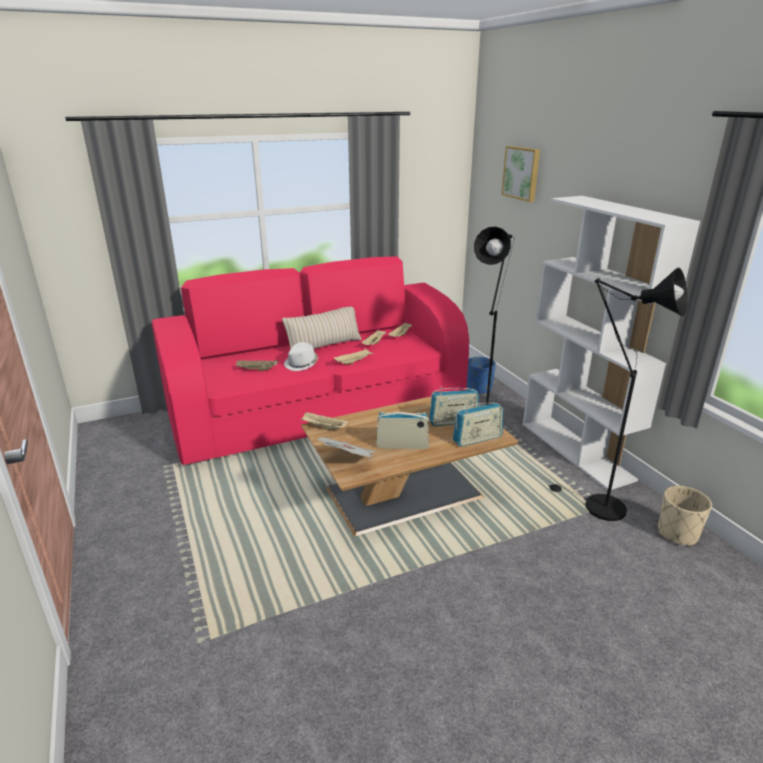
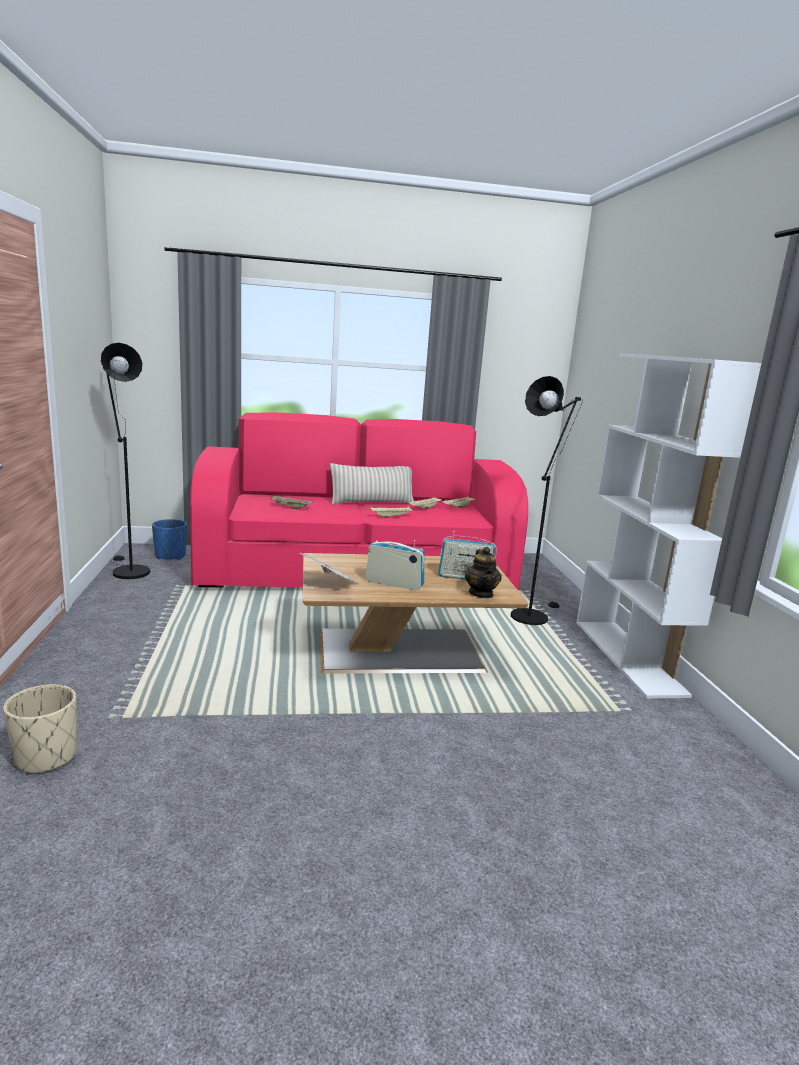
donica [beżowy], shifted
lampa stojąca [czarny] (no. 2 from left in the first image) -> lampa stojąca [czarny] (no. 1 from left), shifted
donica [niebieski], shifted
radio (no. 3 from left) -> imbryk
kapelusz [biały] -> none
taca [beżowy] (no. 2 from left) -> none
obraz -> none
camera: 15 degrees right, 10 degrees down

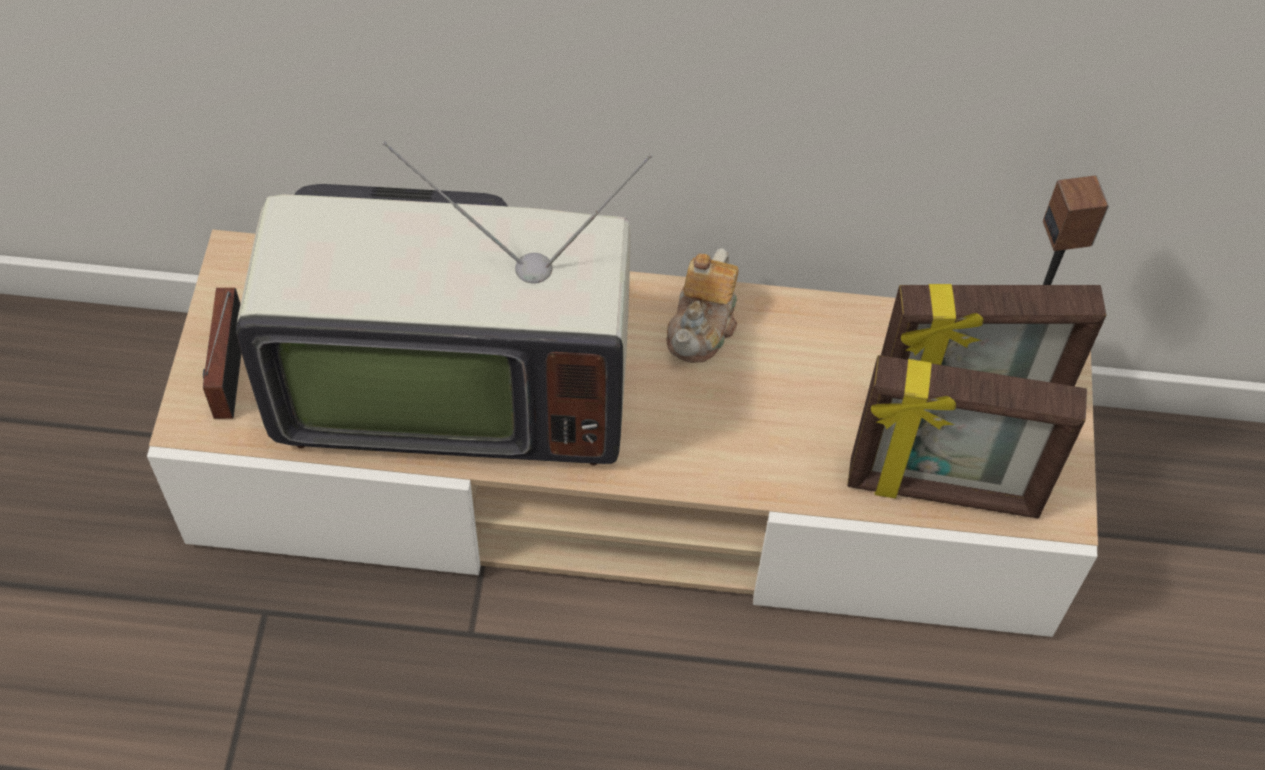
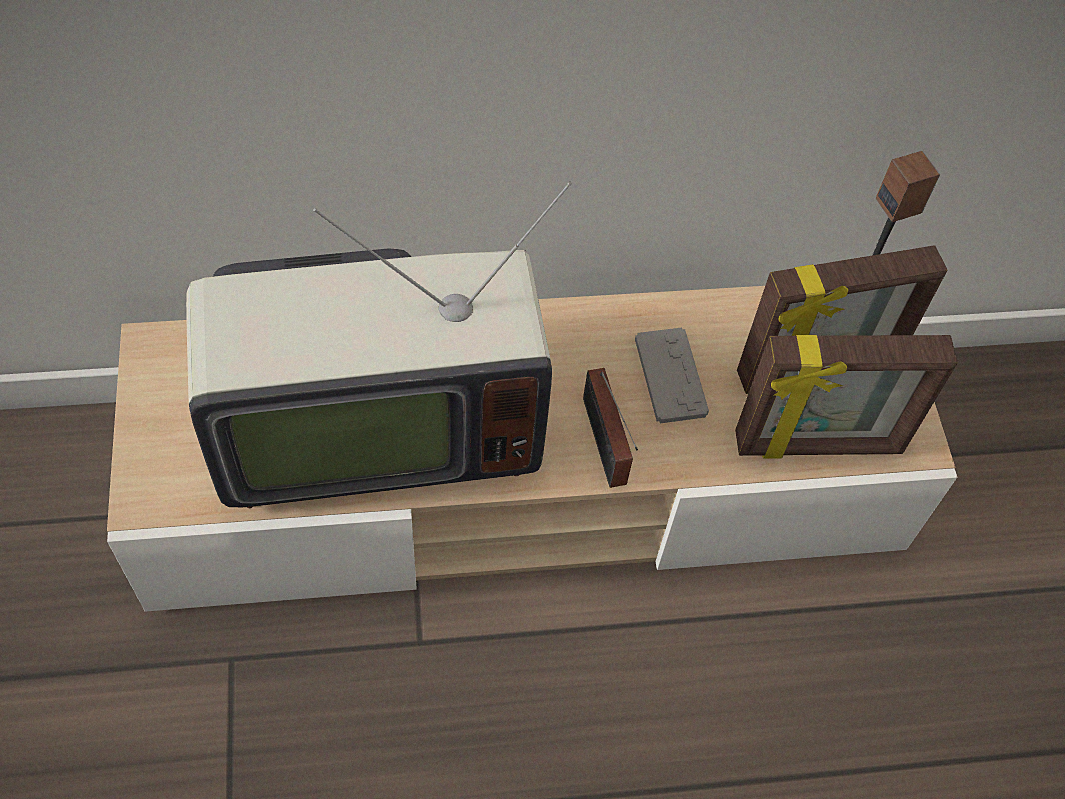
radio, shifted
none -> pad do gier [szary]
imbryk -> none
camera: 15 degrees left, 0 degrees up

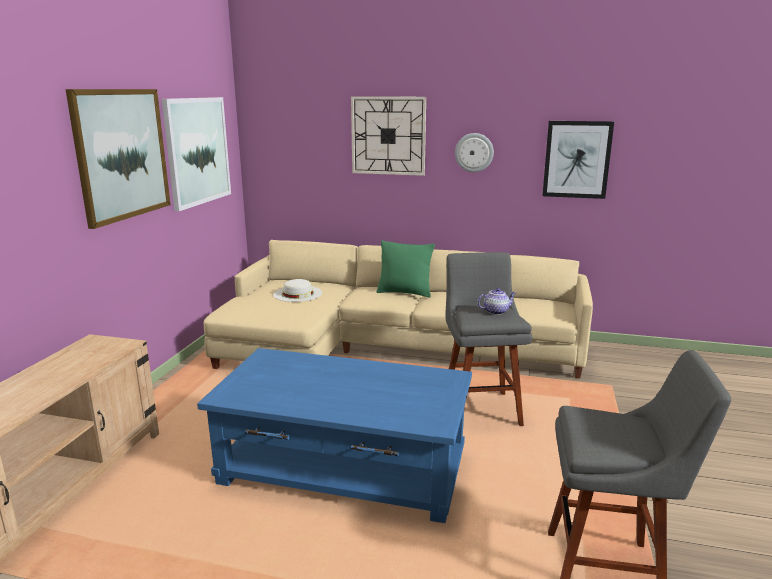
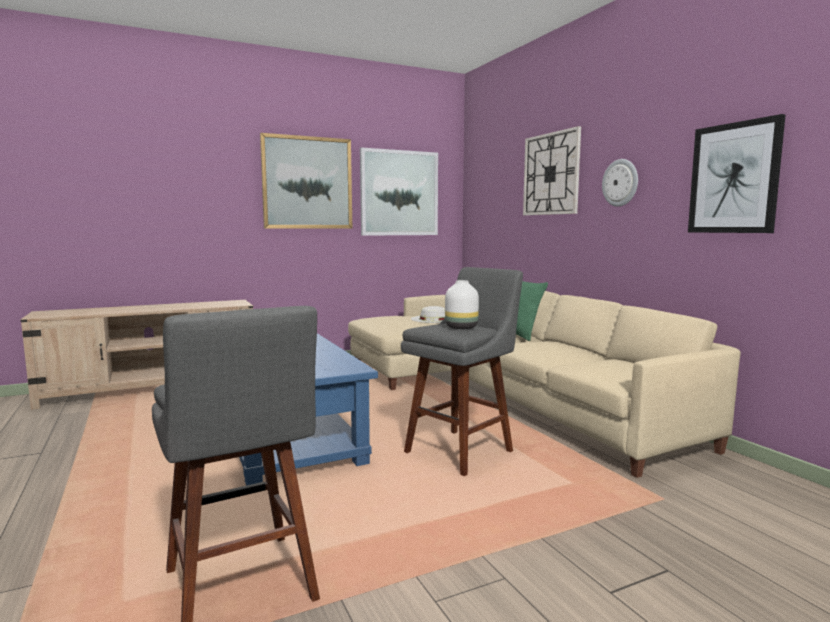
imbryk -> wazon [biały]
camera: 50 degrees right, 10 degrees down

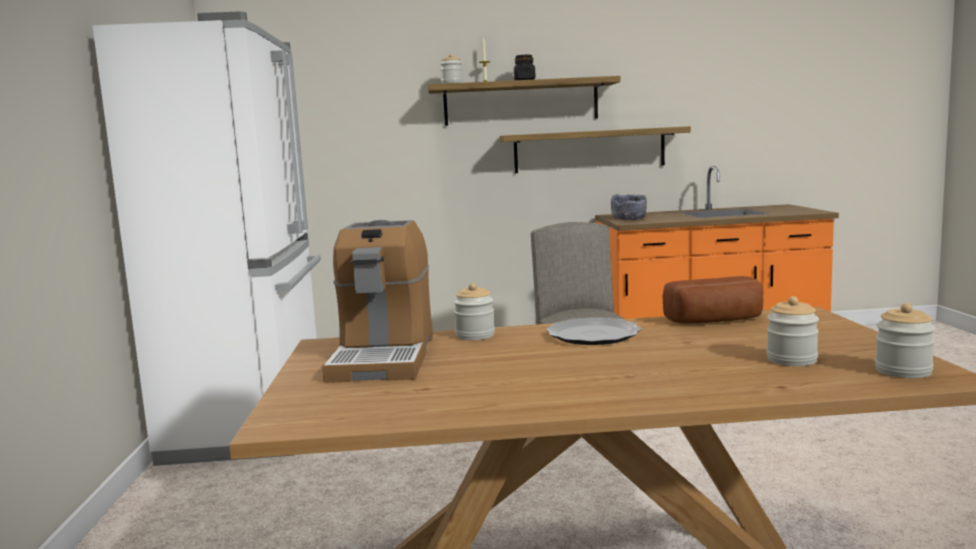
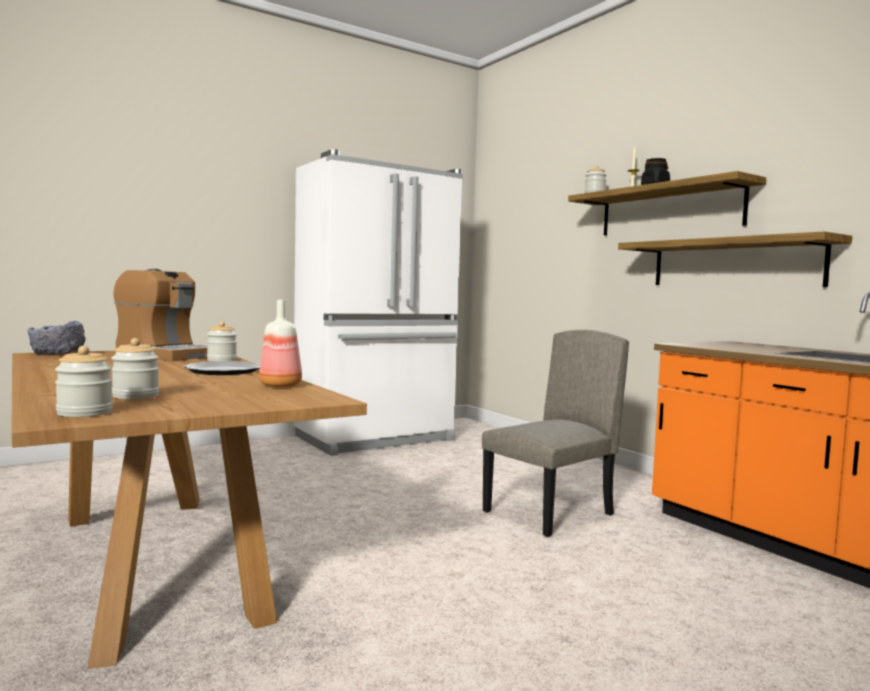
miska [szary], shifted
ekspres do kawy, 120 degrees counterclockwise
chleb -> butelka
camera: 60 degrees right, 5 degrees down

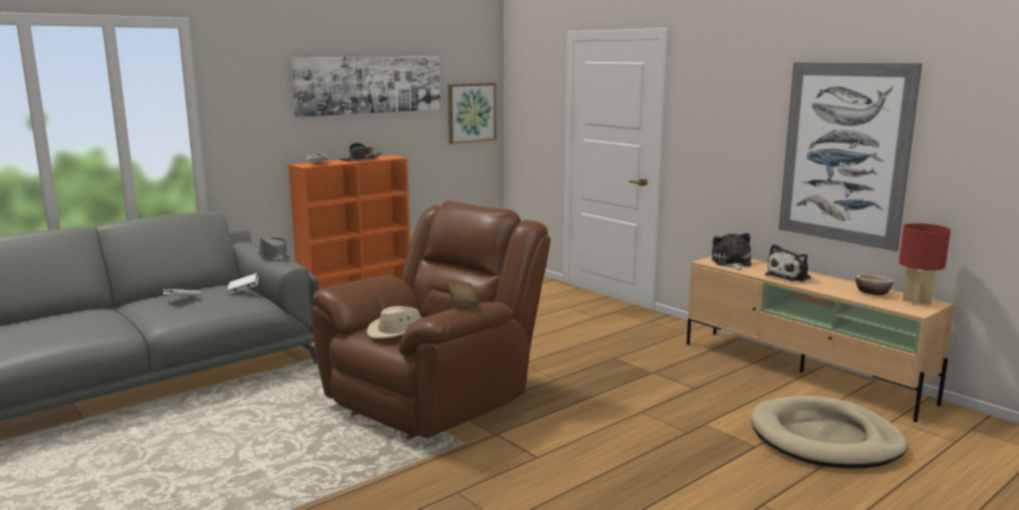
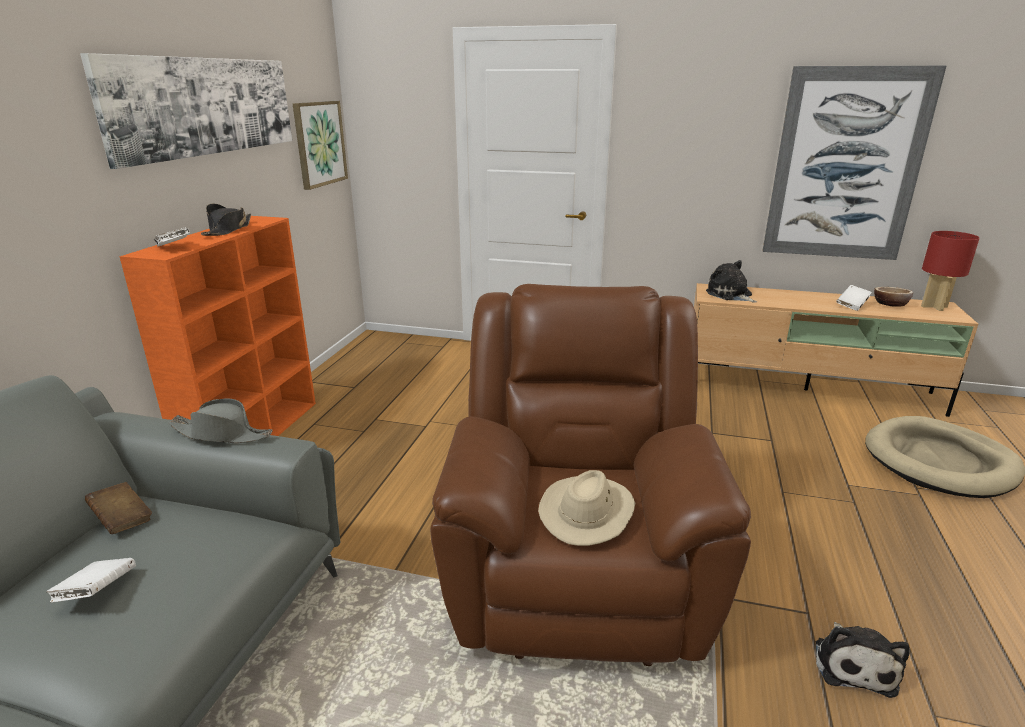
książka [brązowy], shifted
pluszak (no. 2 from left), shifted
książka [biały] (no. 2 from left in the first image) -> książka [biały] (no. 3 from left), shifted
camera: 35 degrees left, 10 degrees up

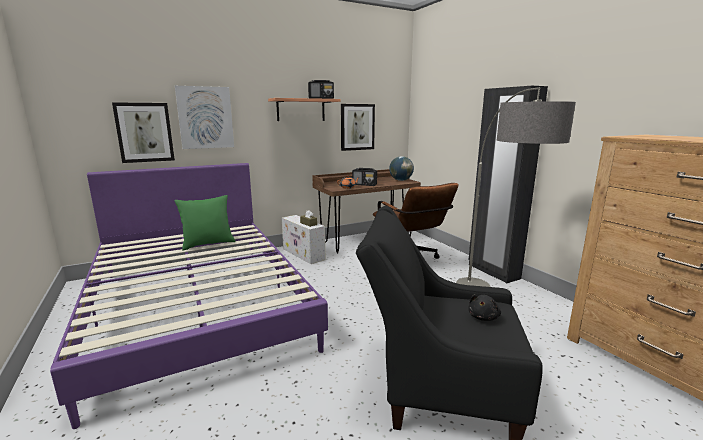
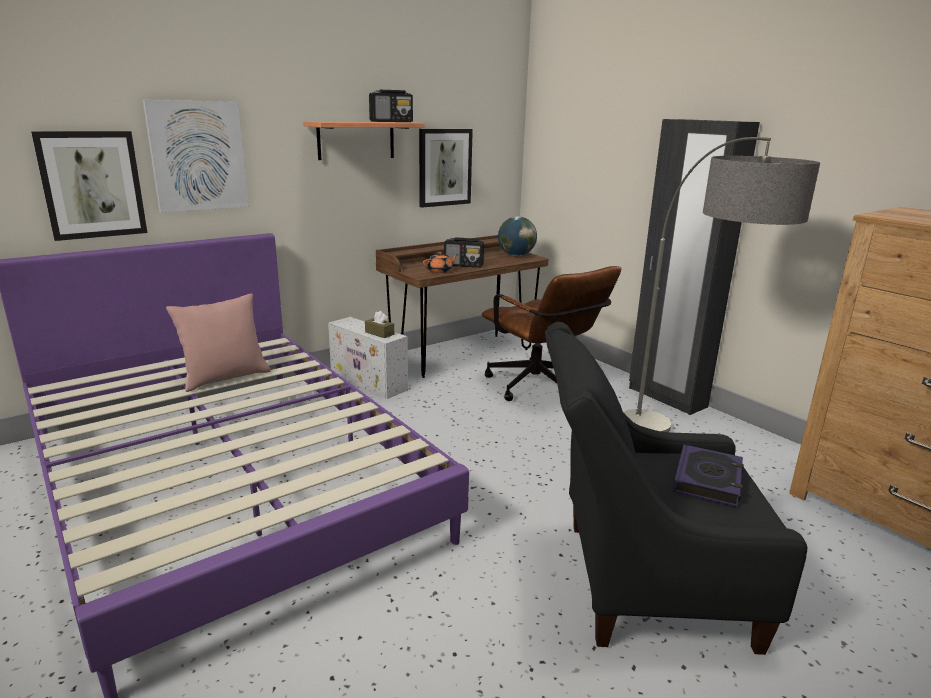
poduszka [zielony] -> poduszka [różowy]
pluszak [czarny] -> książka
camera: 10 degrees left, 5 degrees up

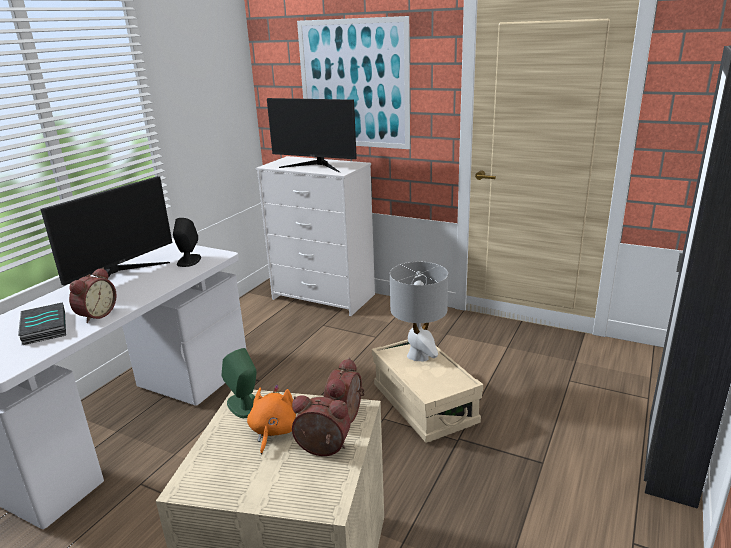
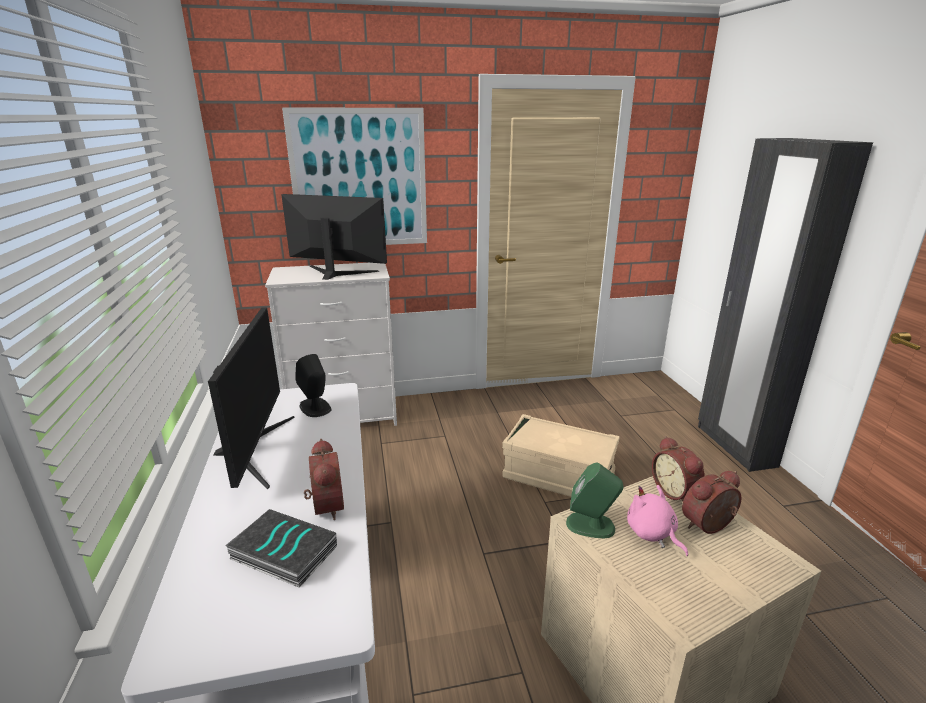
monitor (no. 2 from left), 150 degrees counterclockwise
pluszak [pomarańczowy] -> pluszak [różowy]
lampa stołowa [szary] -> none
camera: 40 degrees left, 0 degrees up

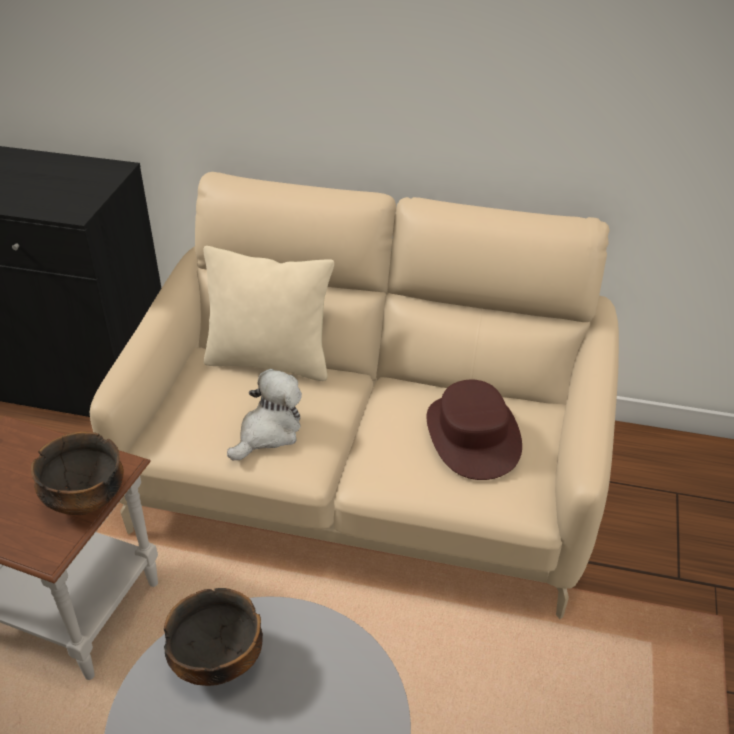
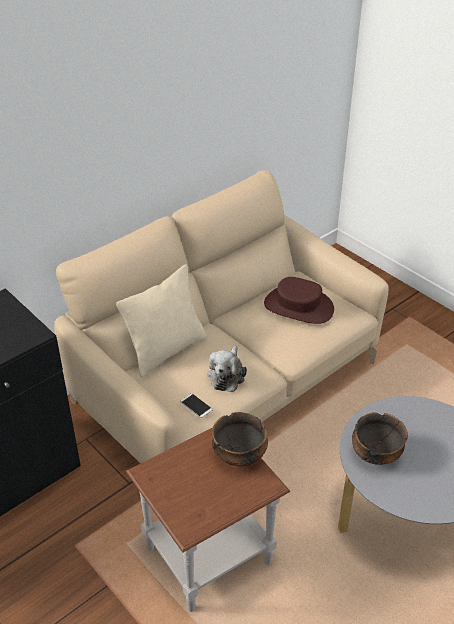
none -> telefon
pluszak, 150 degrees counterclockwise
camera: 55 degrees left, 0 degrees up

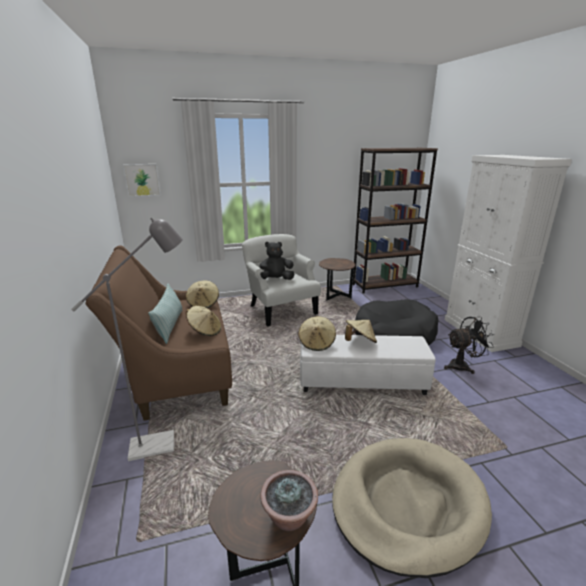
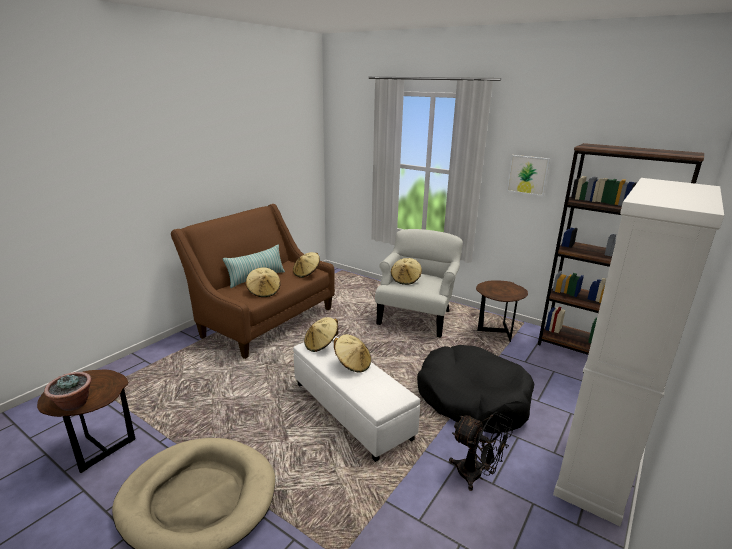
pluszak [czarny] -> kapelusz [beżowy] (no. 5 from left)
obraz, shifted
lampa stojąca [szary] -> none
camera: 50 degrees right, 0 degrees up

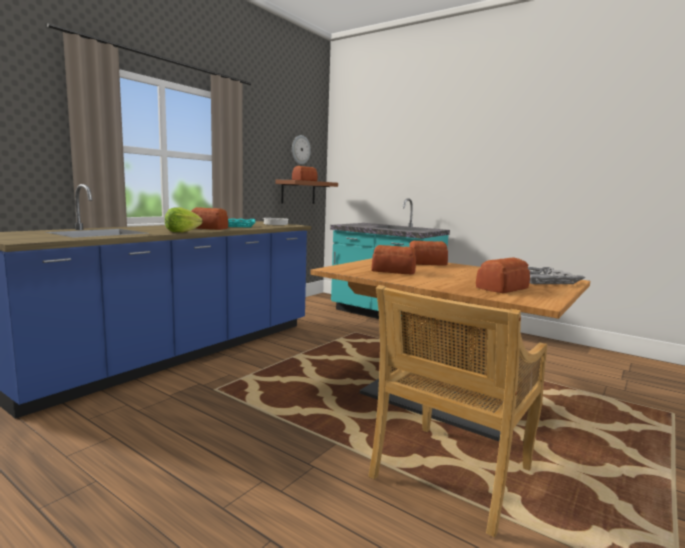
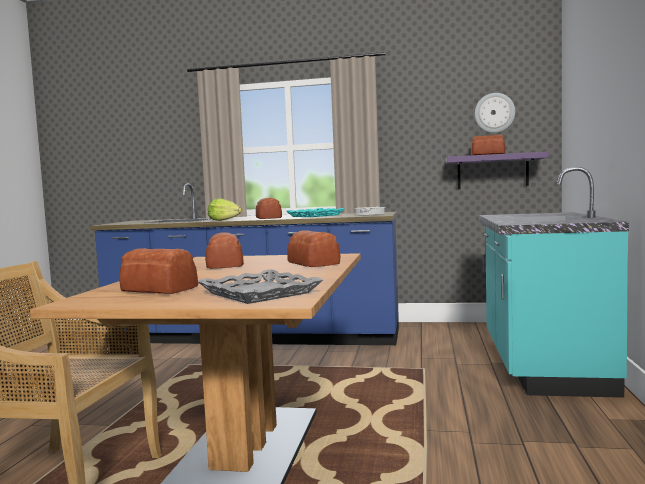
półka [brązowy] -> półka [fioletowy]
camera: 65 degrees right, 5 degrees down

